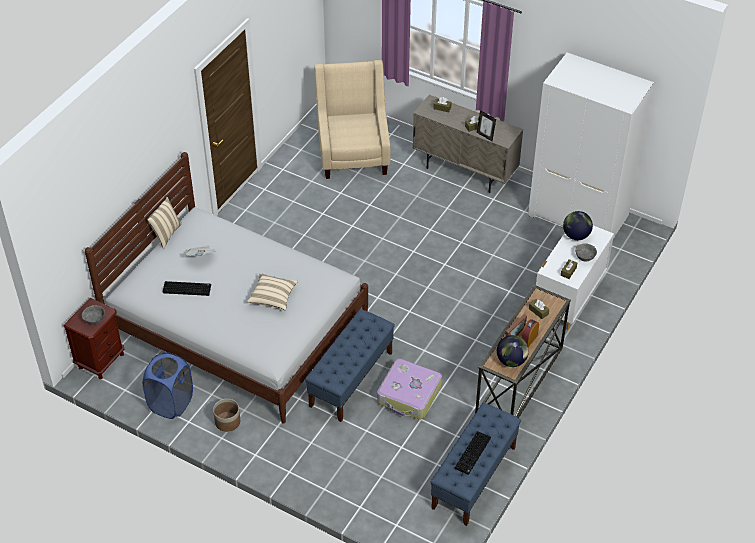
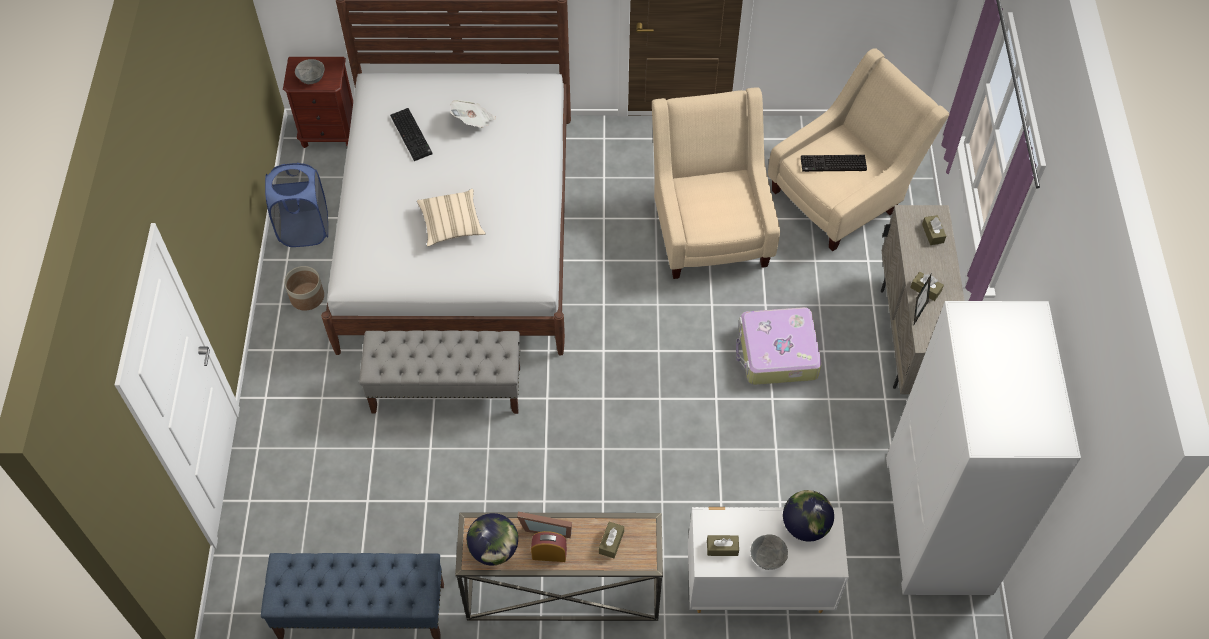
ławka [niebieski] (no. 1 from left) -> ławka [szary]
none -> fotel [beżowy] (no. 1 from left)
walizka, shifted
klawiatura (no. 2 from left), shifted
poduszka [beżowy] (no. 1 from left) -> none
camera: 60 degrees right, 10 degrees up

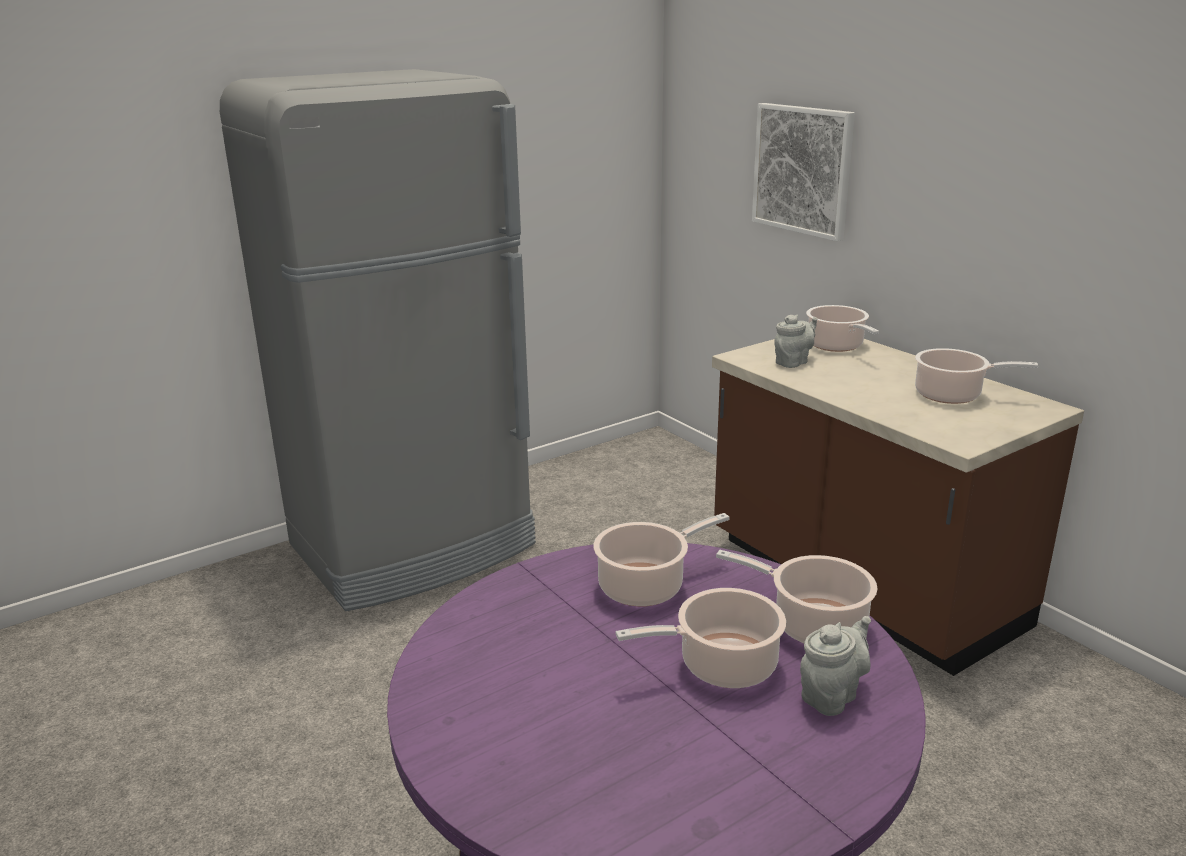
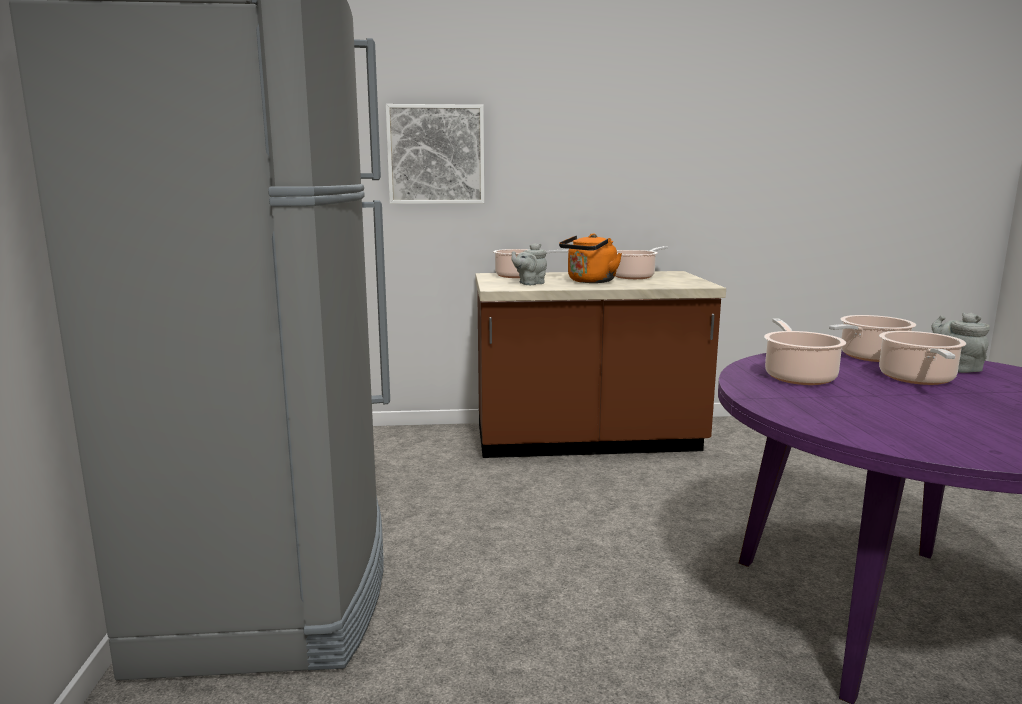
imbryk [szary] (no. 1 from left), 120 degrees counterclockwise
none -> czajnik [pomarańczowy]
camera: 60 degrees left, 10 degrees down

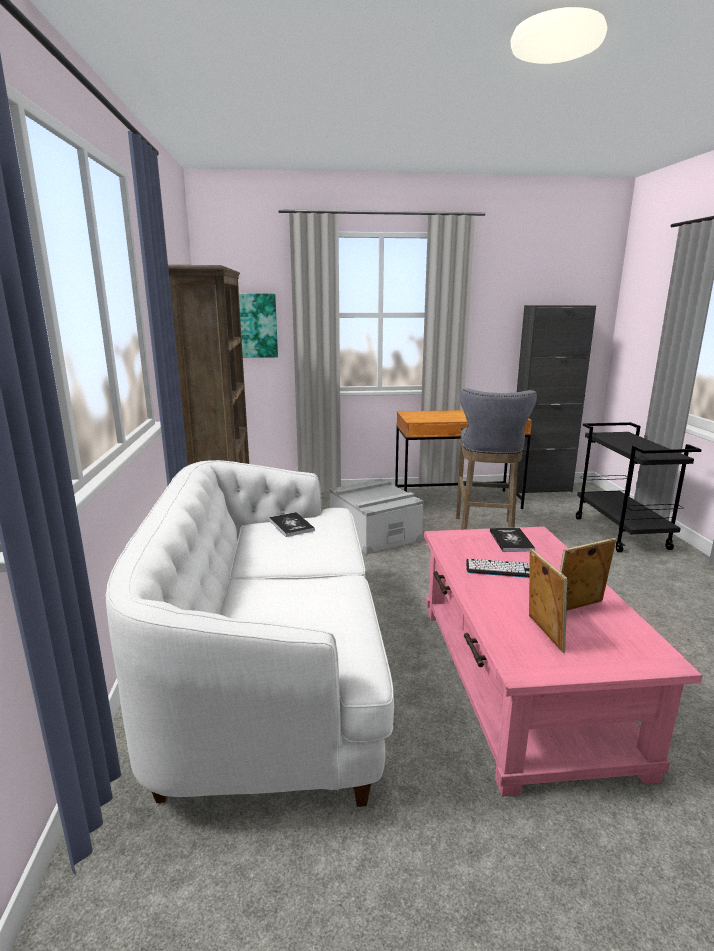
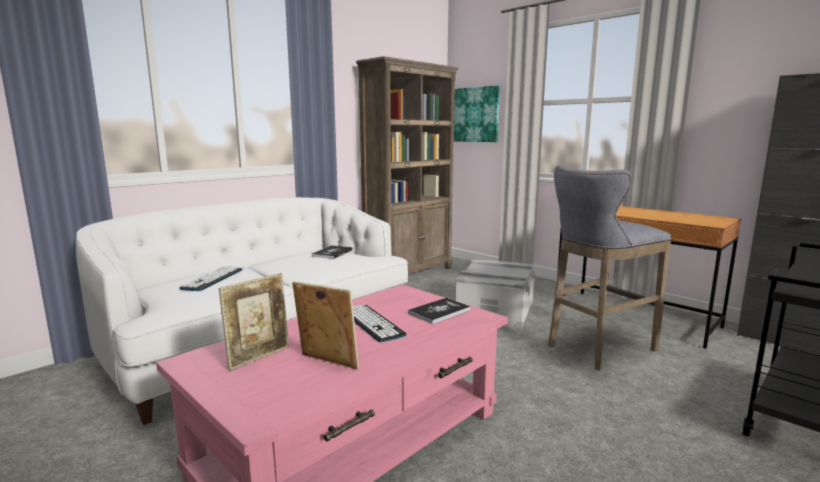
none -> klawiatura (no. 1 from left)
camera: 50 degrees right, 5 degrees down

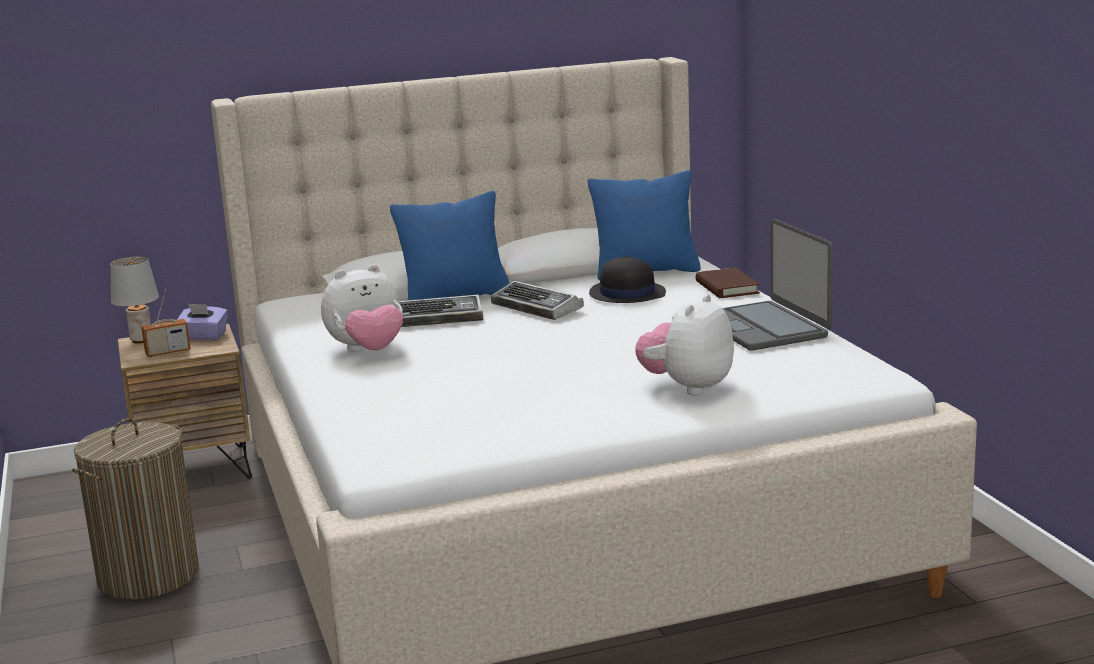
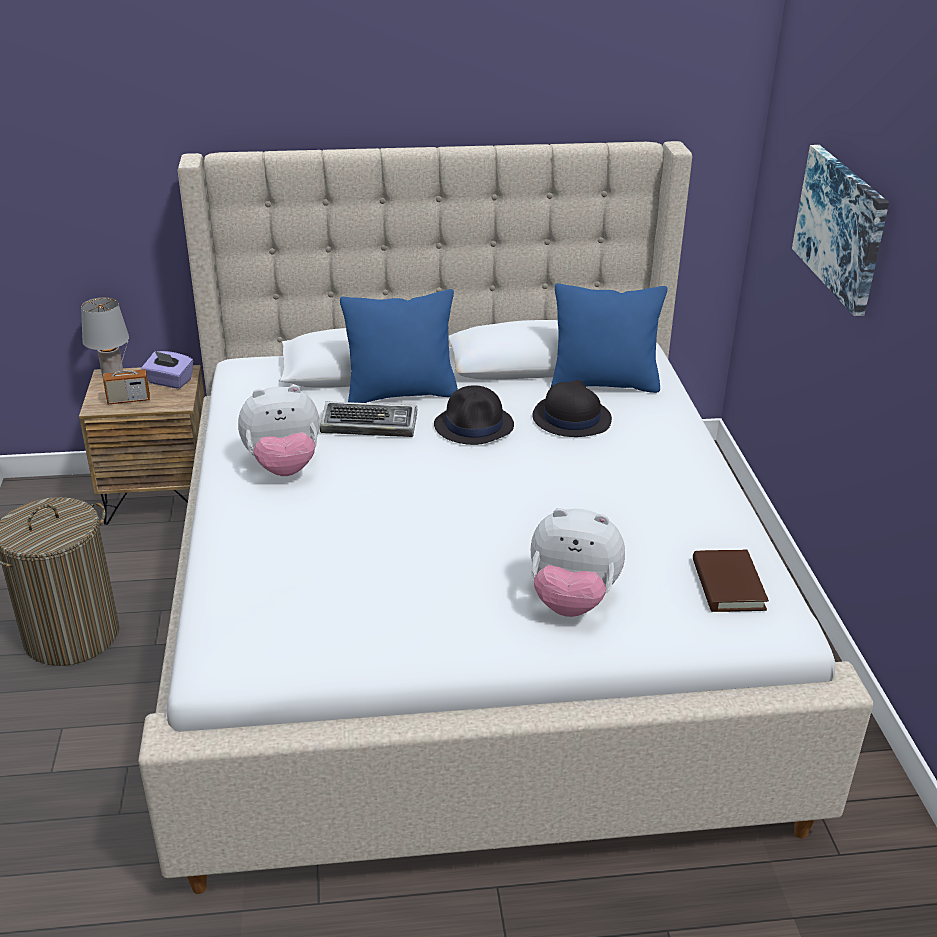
klawiatura (no. 2 from left) -> kapelusz [czarny] (no. 1 from left)
pluszak (no. 2 from left), 120 degrees counterclockwise
książka [brązowy], shifted
none -> obraz
laptop -> none
camera: 10 degrees right, 15 degrees up

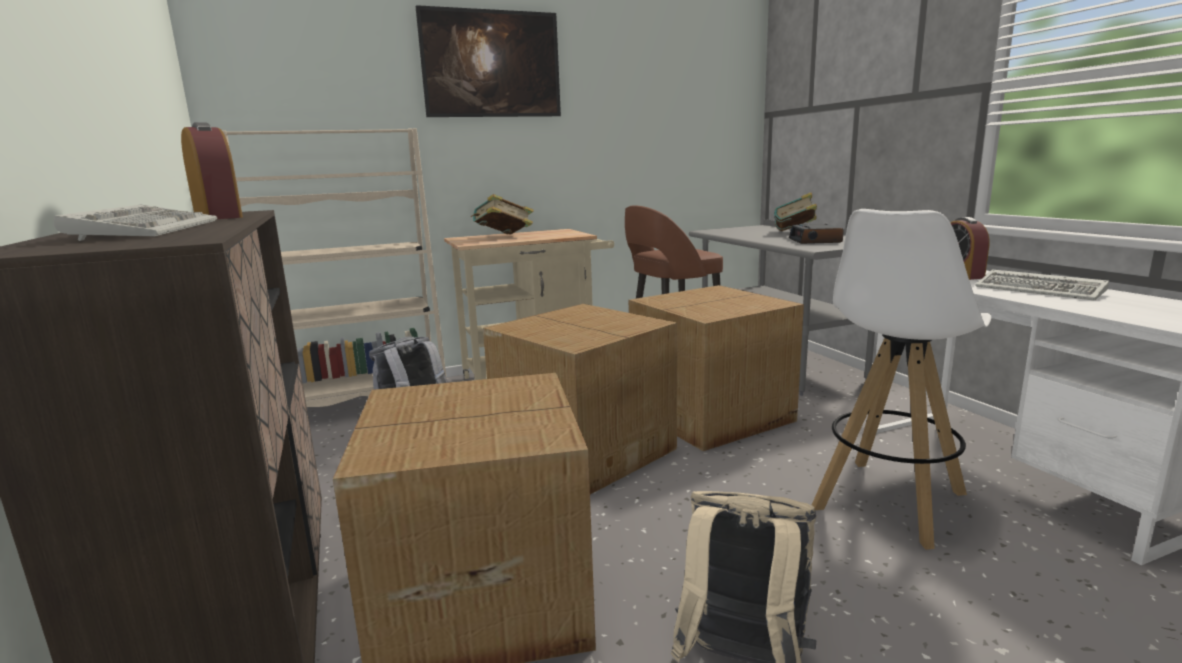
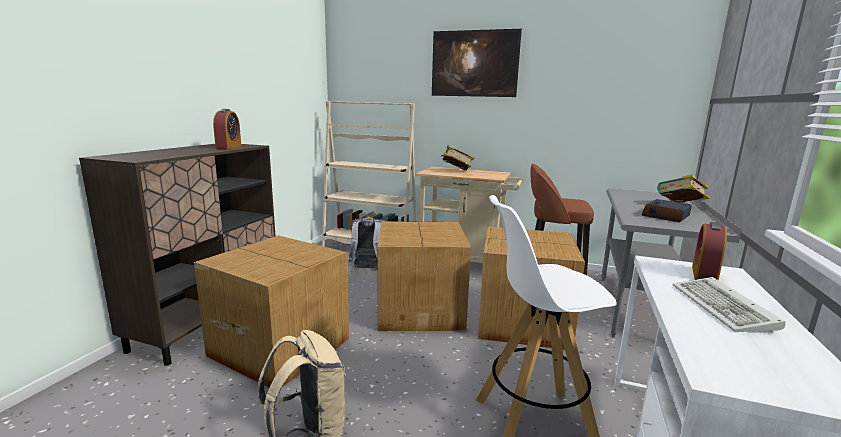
klawiatura (no. 1 from left) -> none
camera: 40 degrees right, 0 degrees up

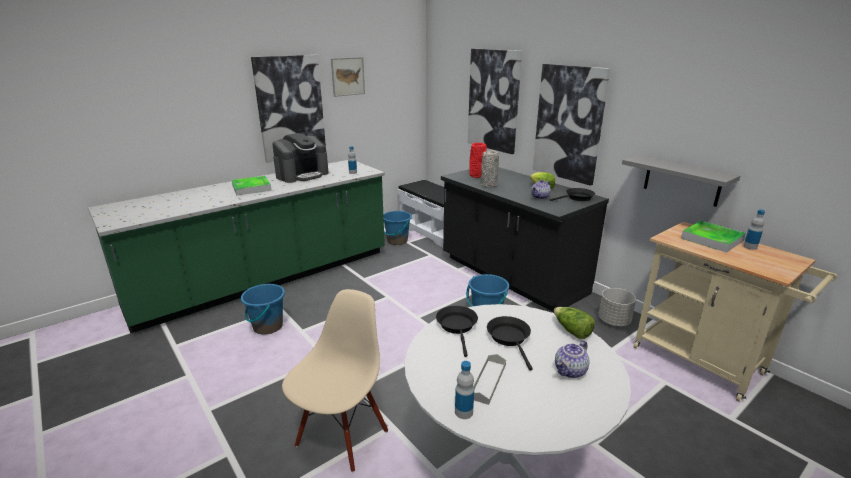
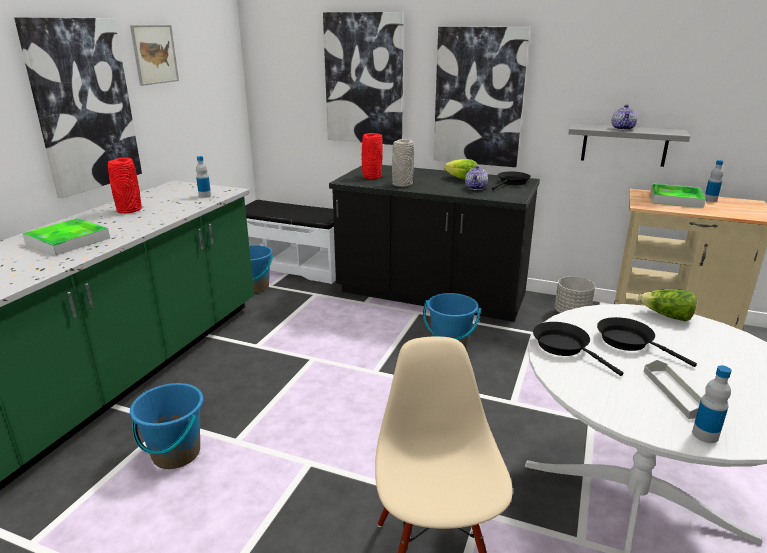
ekspres do kawy -> wazon [czerwony] (no. 1 from left)
imbryk (no. 2 from left), shifted
camera: 30 degrees left, 0 degrees up

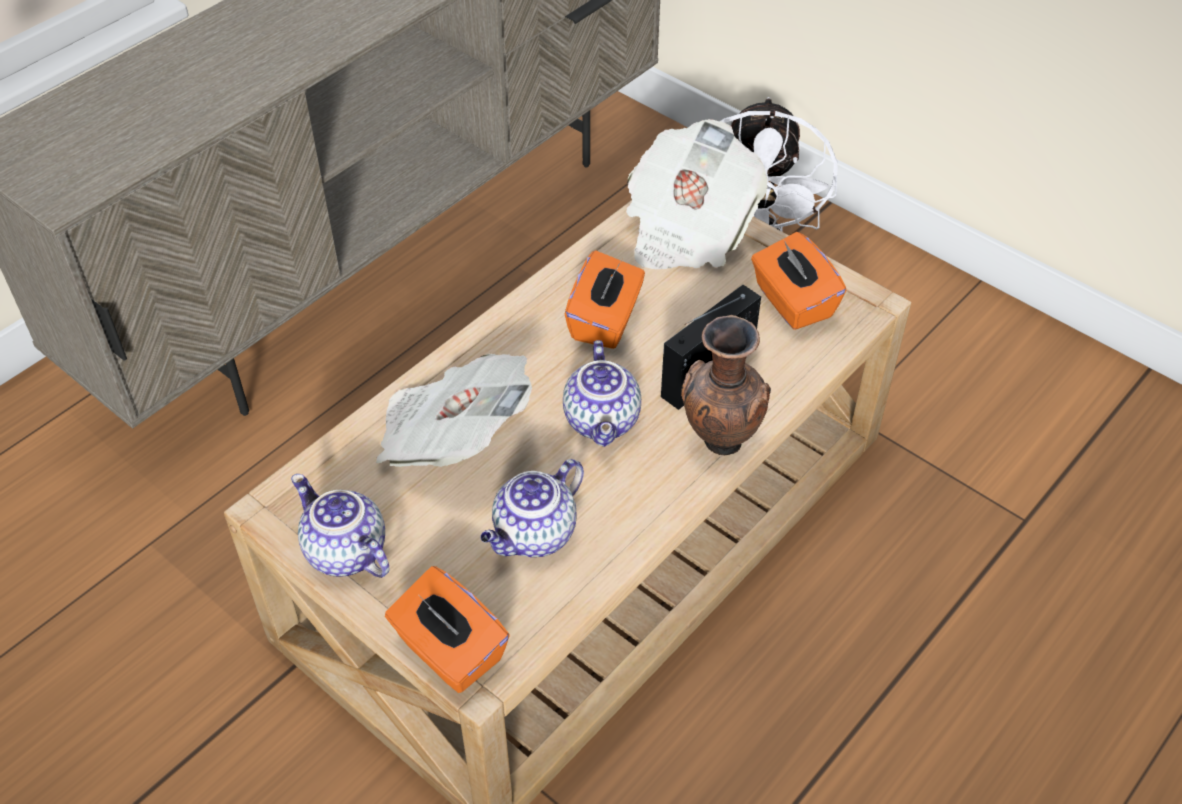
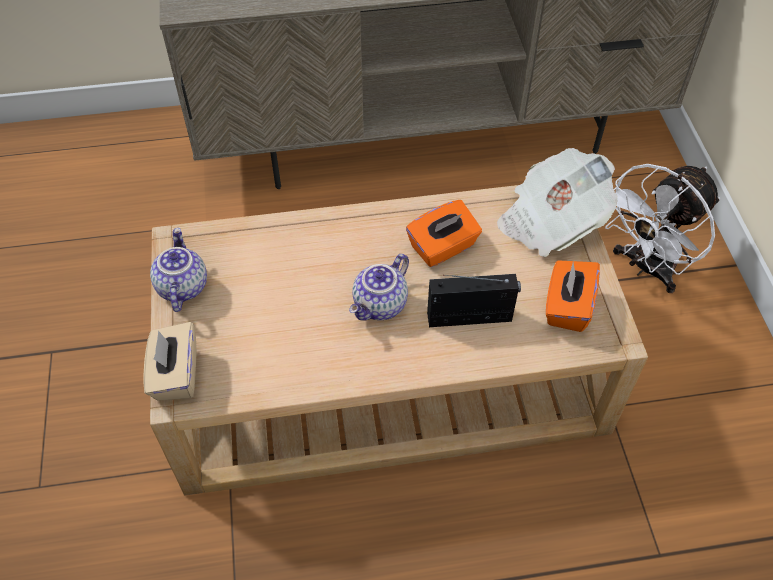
pudełko chusteczek [pomarańczowy] (no. 1 from left) -> pudełko chusteczek [beżowy]
gazeta (no. 1 from left) -> none
imbryk (no. 2 from left) -> none
wazon [brązowy] -> none
camera: 40 degrees right, 5 degrees up

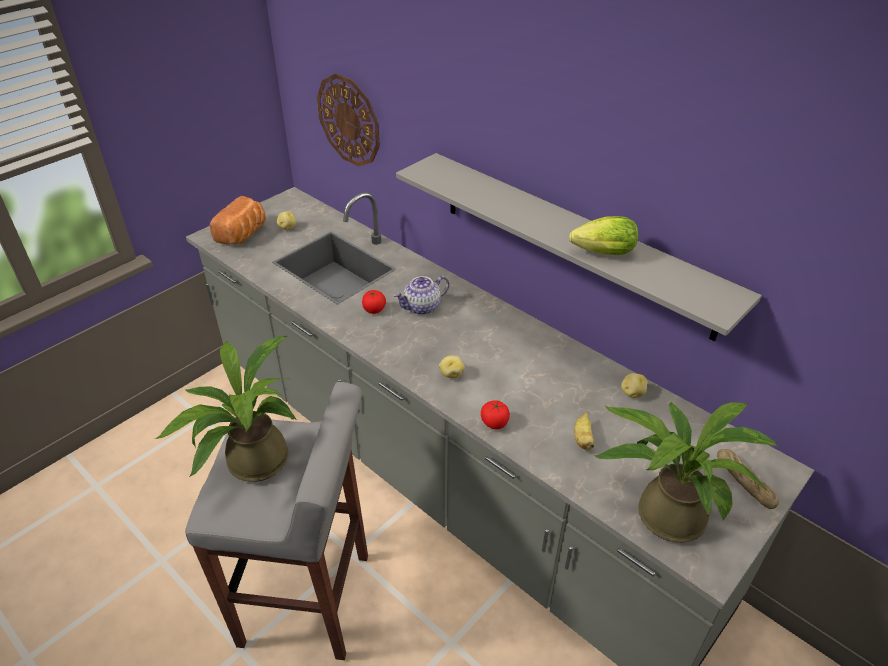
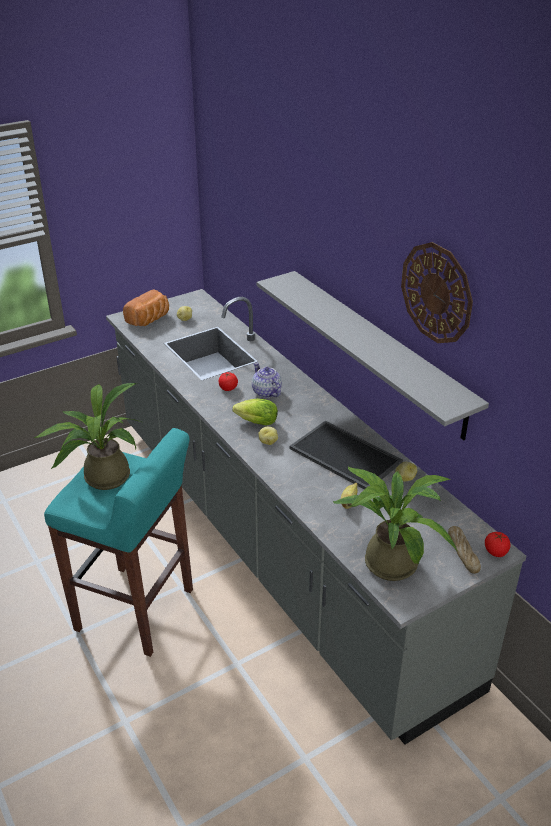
stołek [szary] -> stołek [turkusowy]
sałata, shifted
imbryk, 75 degrees clockwise
none -> taca
zegar ścienny, shifted
pomidor (no. 2 from left), shifted
camera: 15 degrees right, 5 degrees down

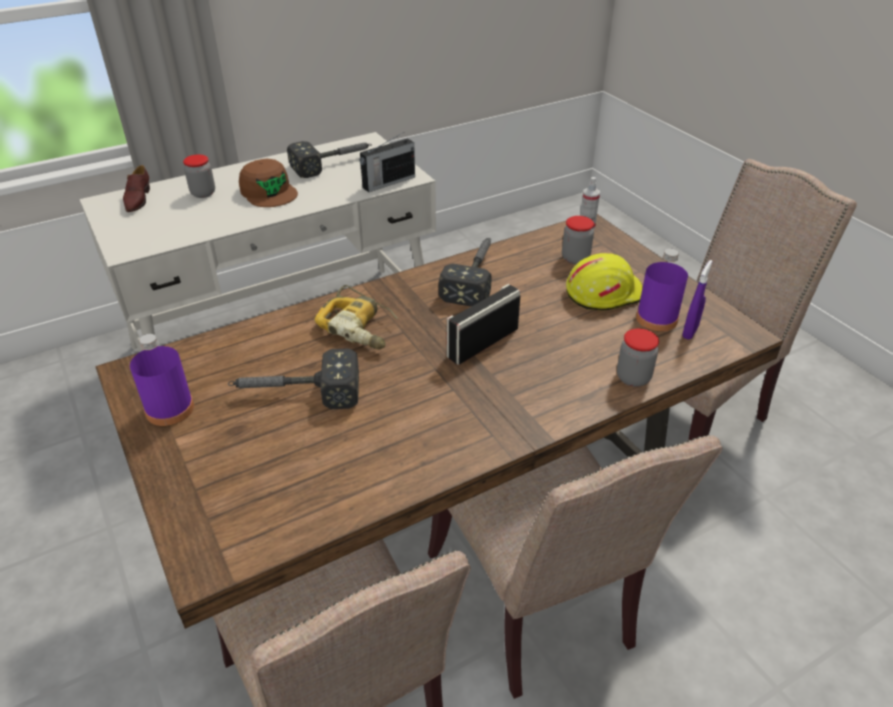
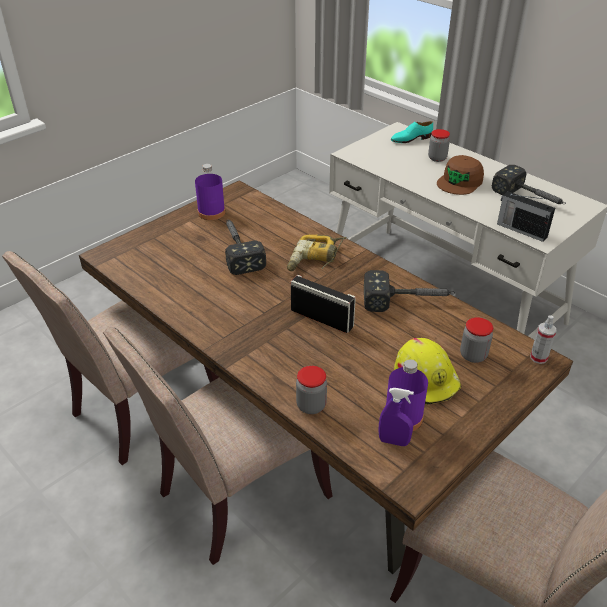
but [brązowy] -> but [turkusowy]
camera: 75 degrees right, 0 degrees up

